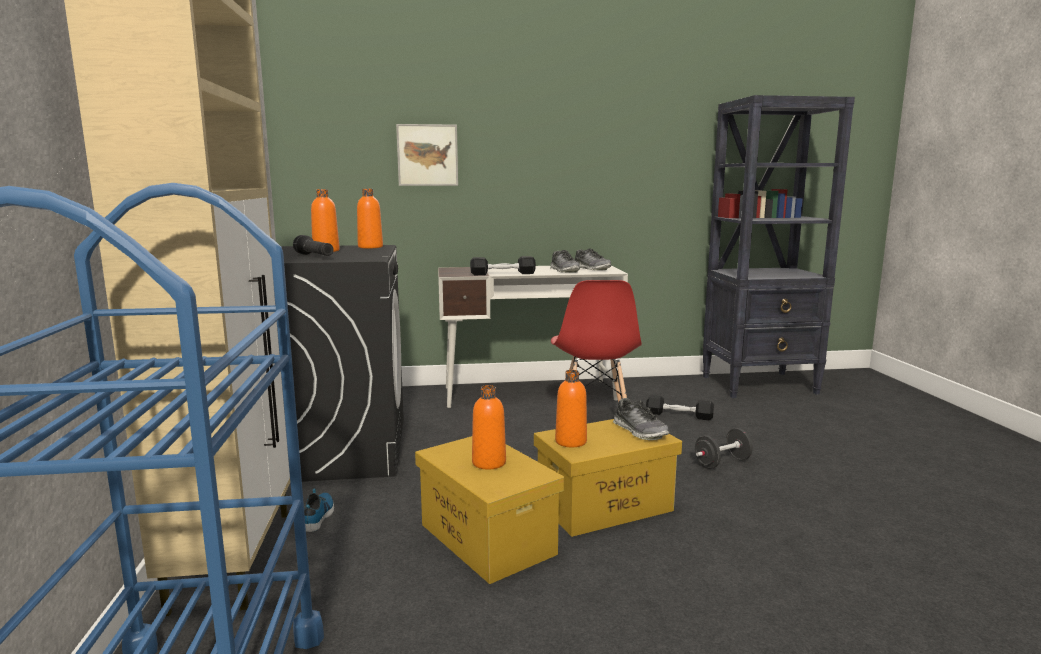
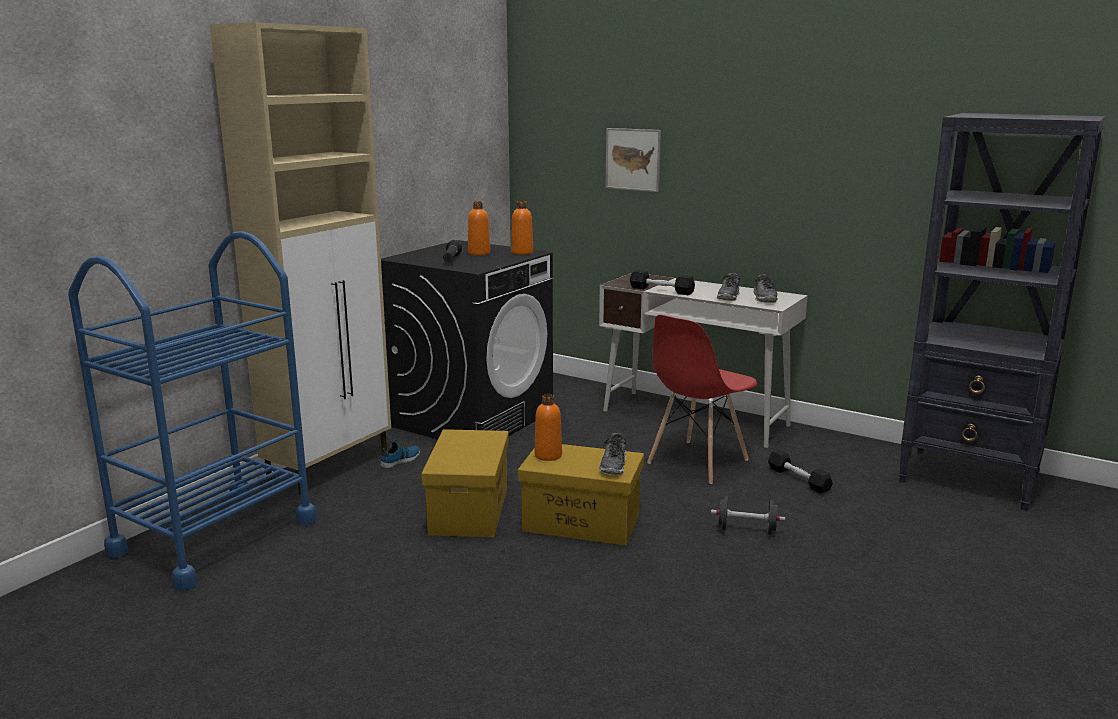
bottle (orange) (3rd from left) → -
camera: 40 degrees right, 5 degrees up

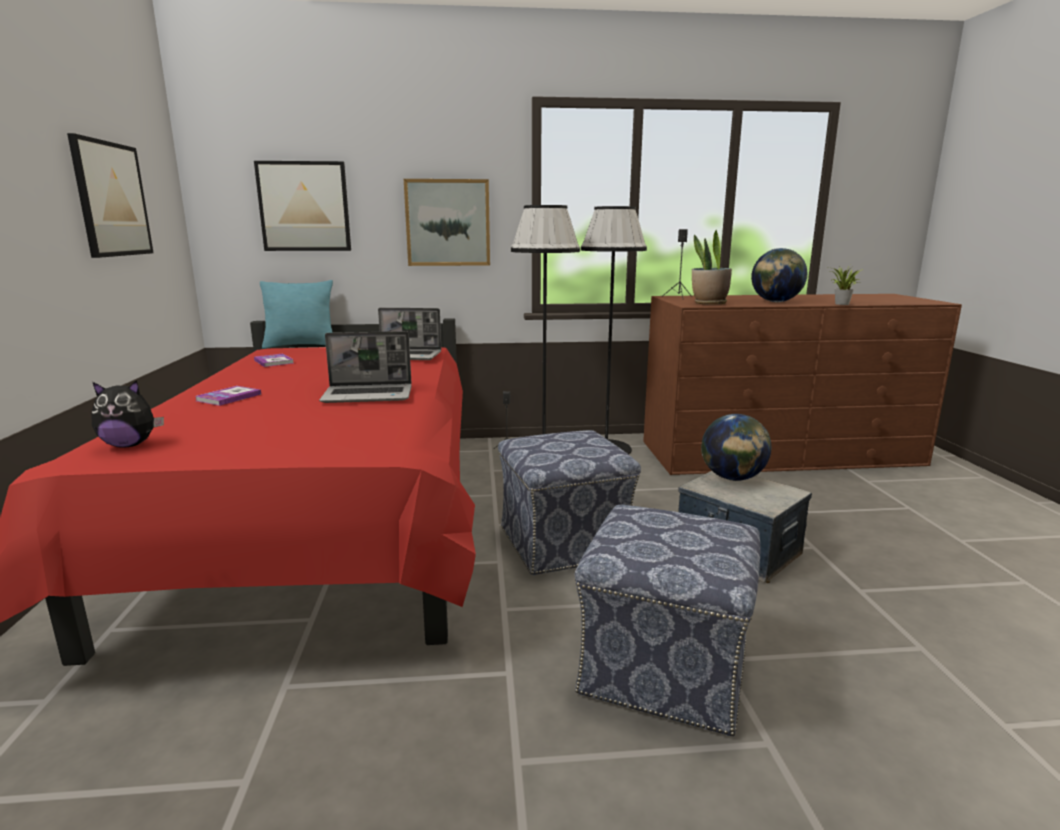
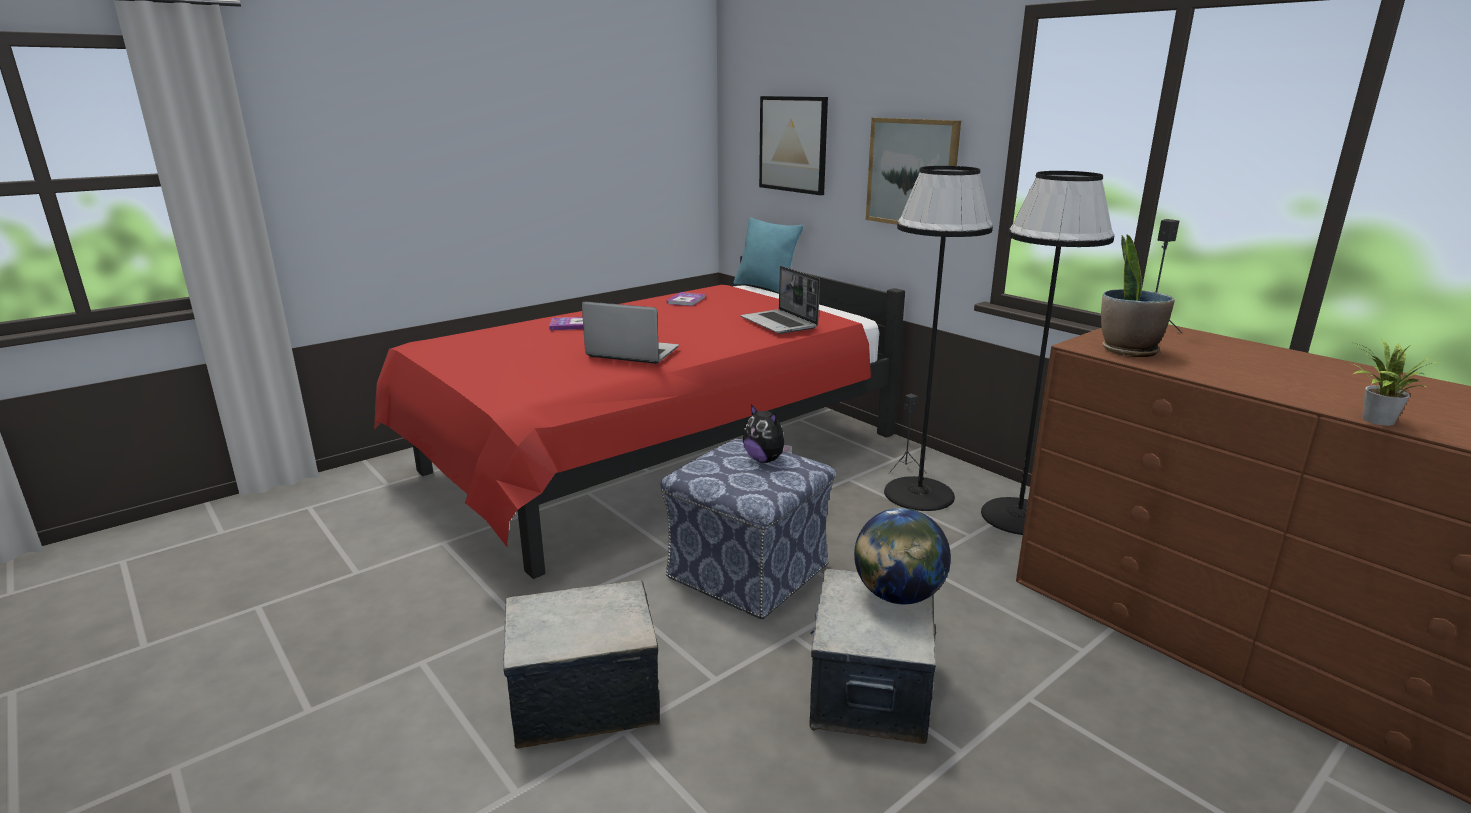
ottoman (2nd from left) → storage box (1st from left)
laptop (1st from left), 150 degrees clockwise
plush toy, moved
picture (1st from left) → -
globe (2nd from left) → -
camera: 55 degrees right, 5 degrees up

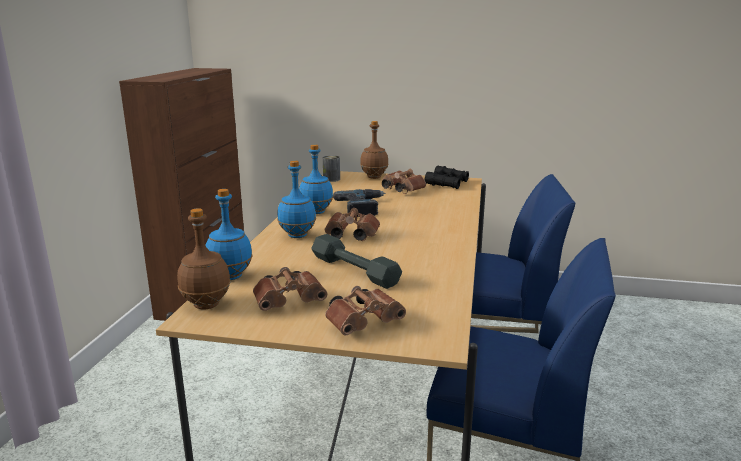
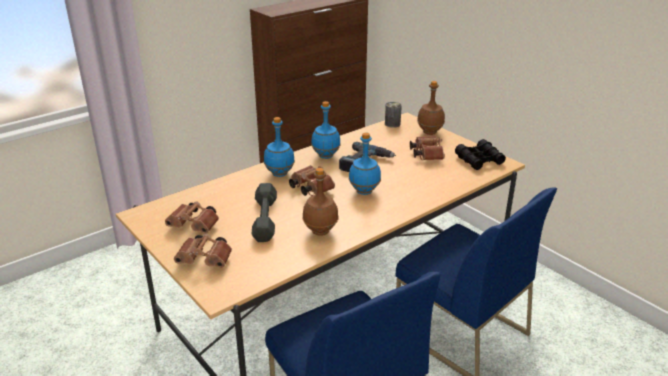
bottle (brown) (1st from left), moved
bottle (blue) (1st from left in the first image) → bottle (blue) (3rd from left), moved
camera: 40 degrees right, 10 degrees up

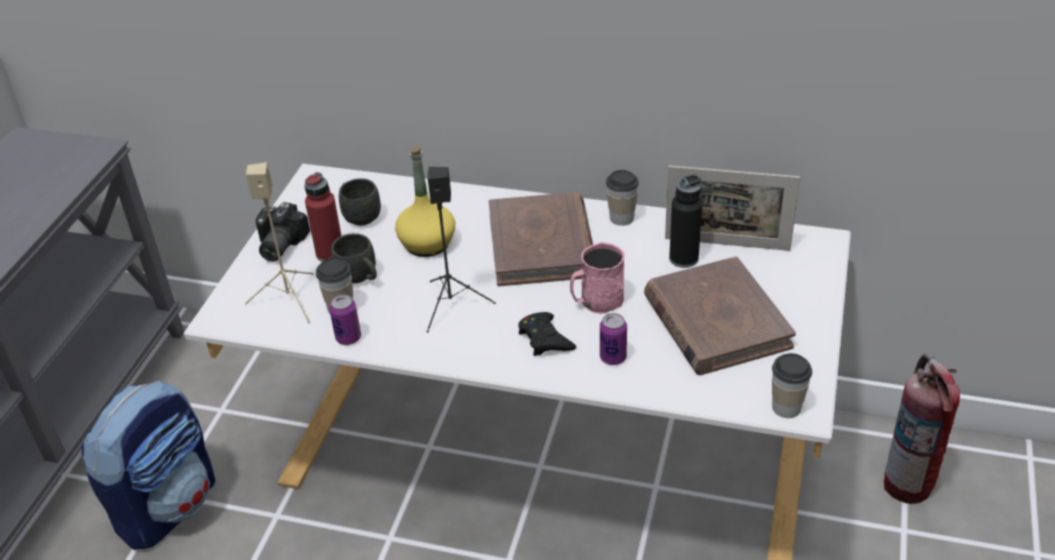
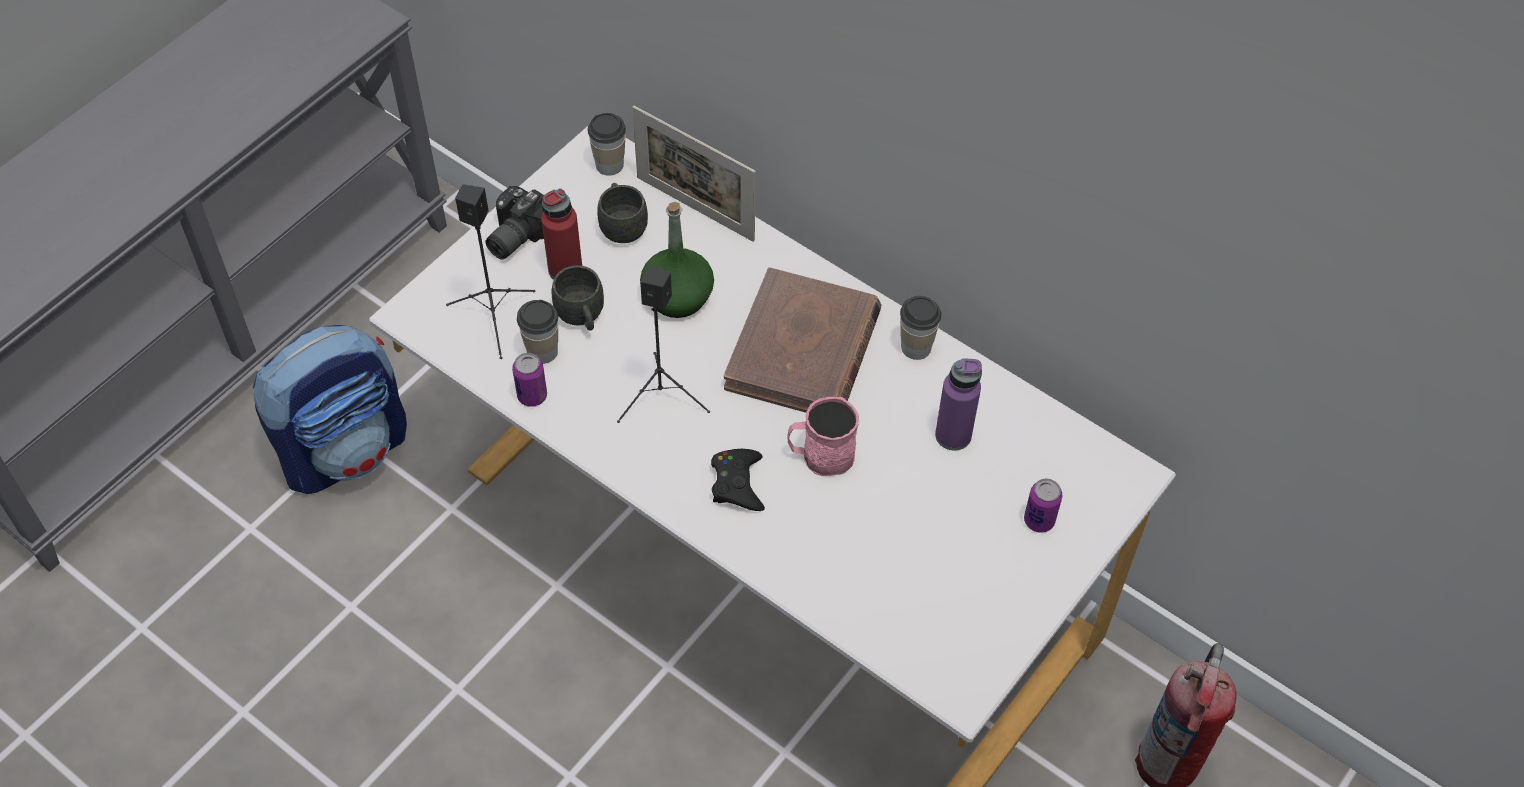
speaker (beige) → speaker (black) (1st from left)
cup (3rd from left in the first image) → cup (2nd from left), moved
picture frame, moved
bottle (yellow) → bottle (green)
bottle (black) → bottle (purple)
can (2nd from left), moved
book (brown) (2nd from left) → -
camera: 20 degrees right, 15 degrees up

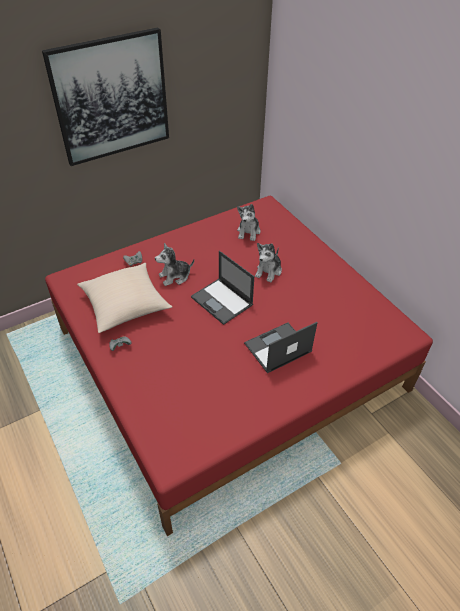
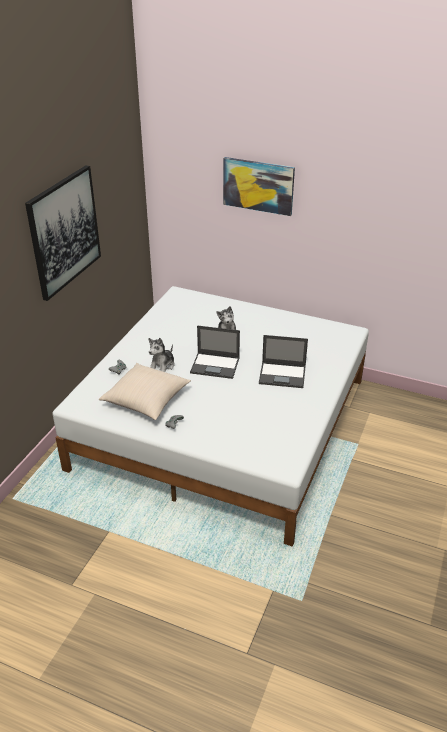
bed (red) → bed (white)
- → picture (2nd from left)
laptop (2nd from left), 105 degrees counterclockwise
plush toy (2nd from left) → -
camera: 35 degrees left, 10 degrees down

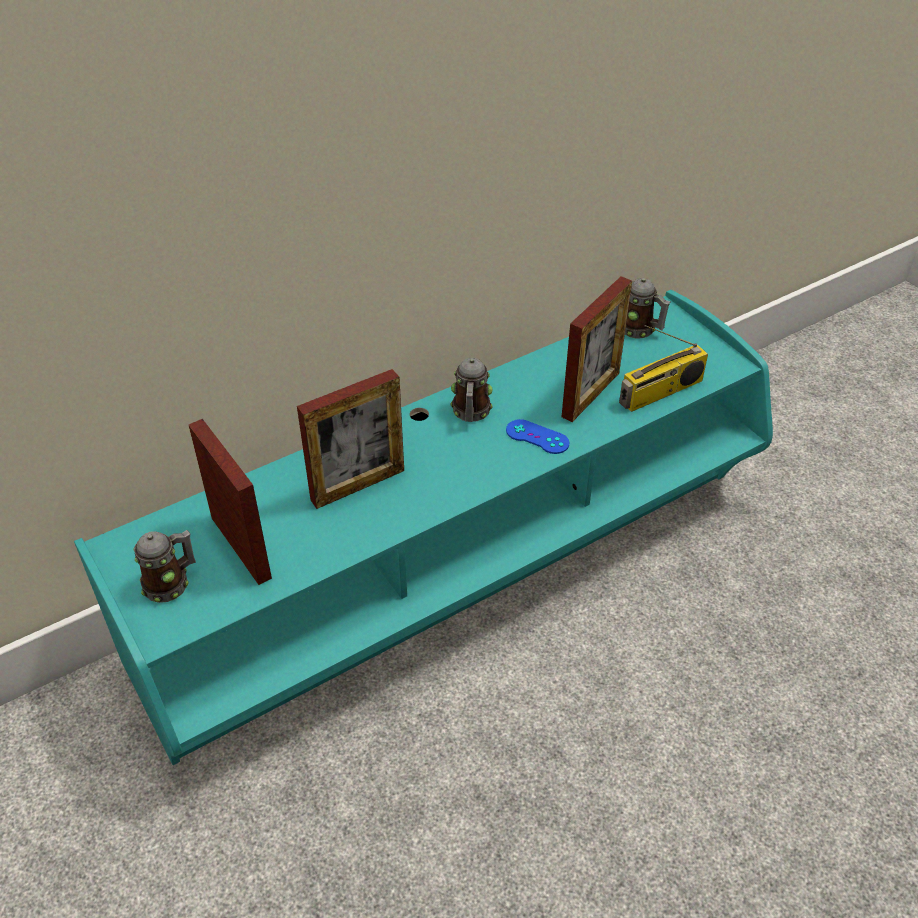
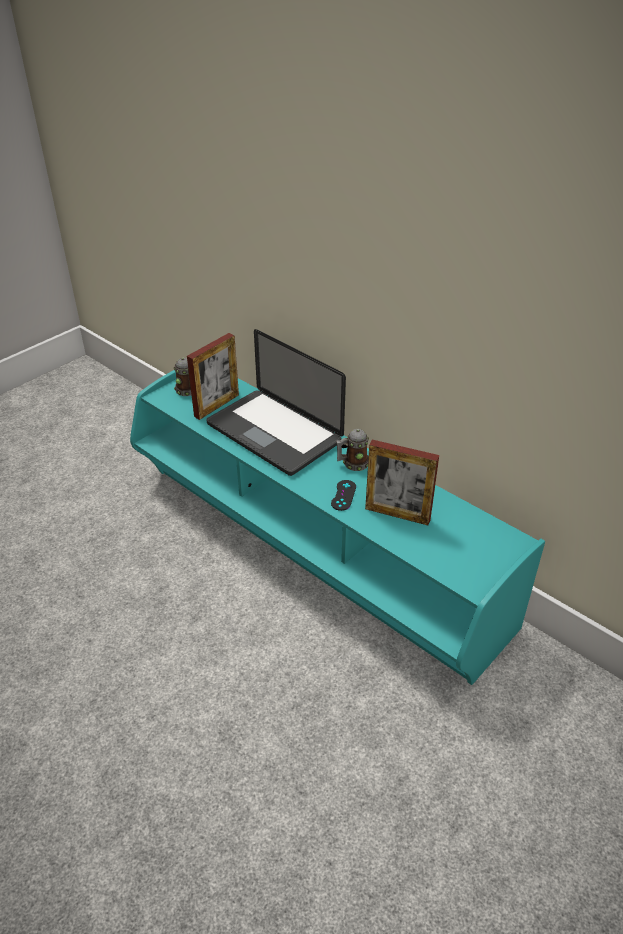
picture frame (2nd from left) → laptop
game controller (blue) → game controller (black)
radio → -
mug (3rd from left) → -
camera: 75 degrees right, 5 degrees down

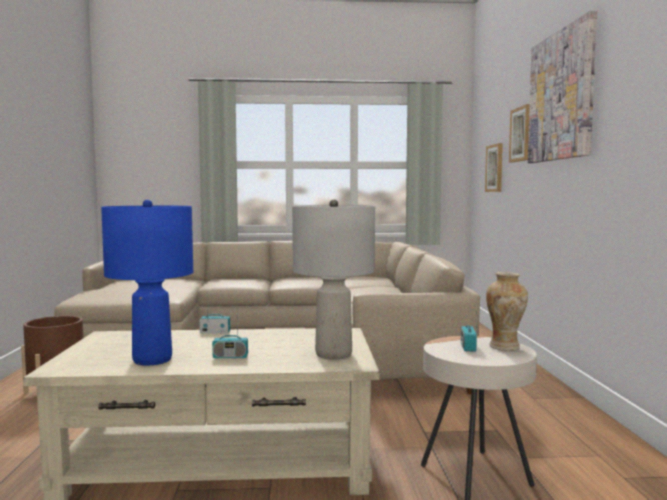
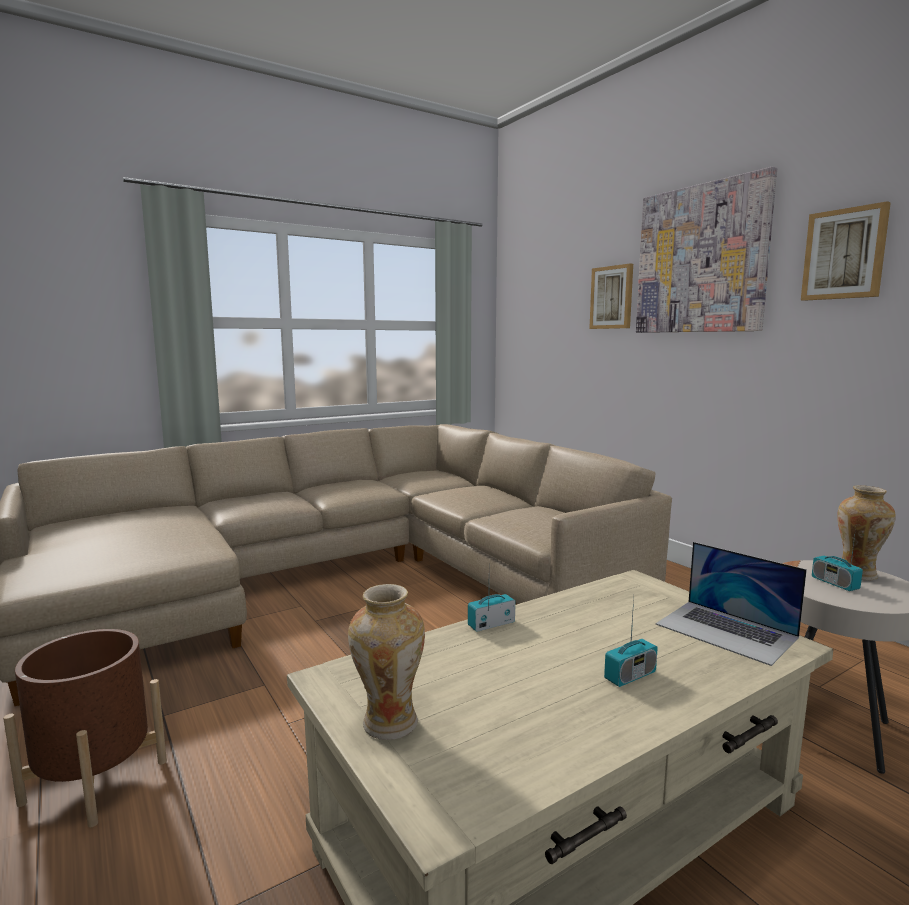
- → vase (1st from left)
table lamp (grey) → laptop
picture (1st from left in the first image) → picture (3rd from left), moved
table lamp (blue) → -
camera: 30 degrees left, 5 degrees up

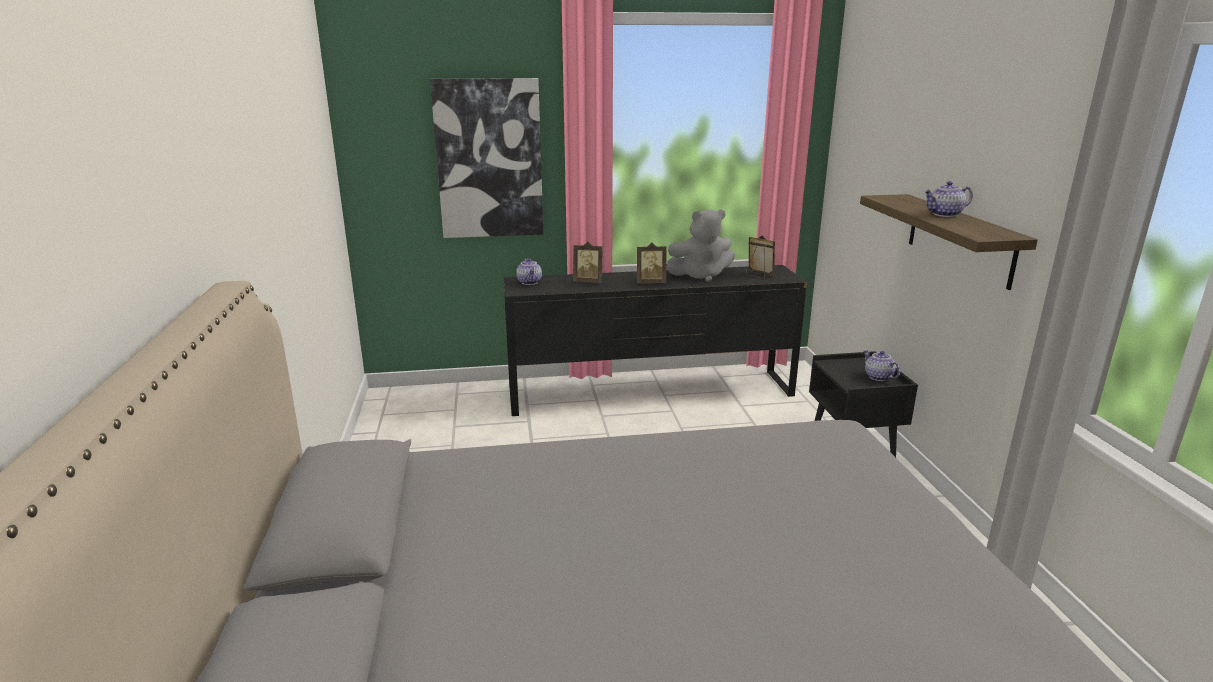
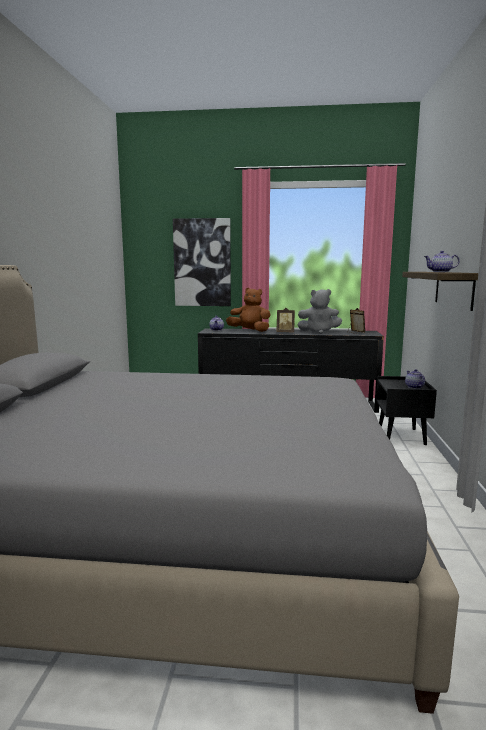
picture frame (1st from left) → plush toy (brown)
camera: 15 degrees right, 10 degrees down

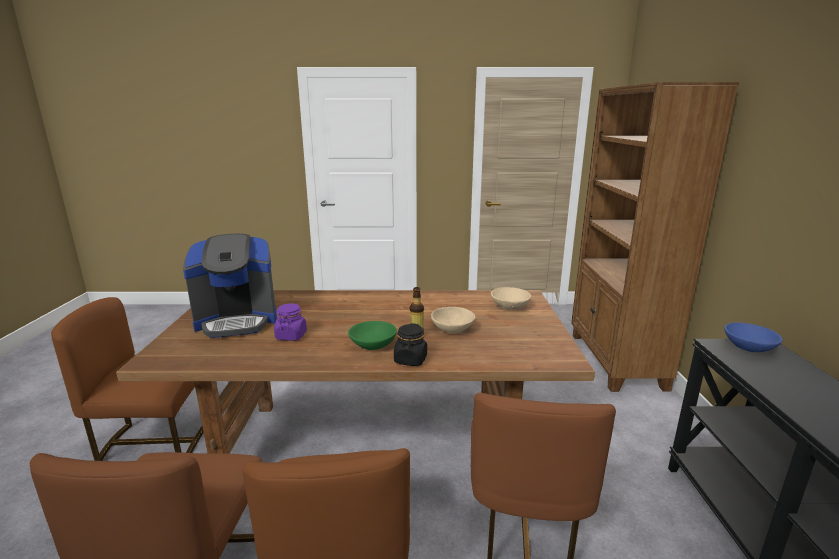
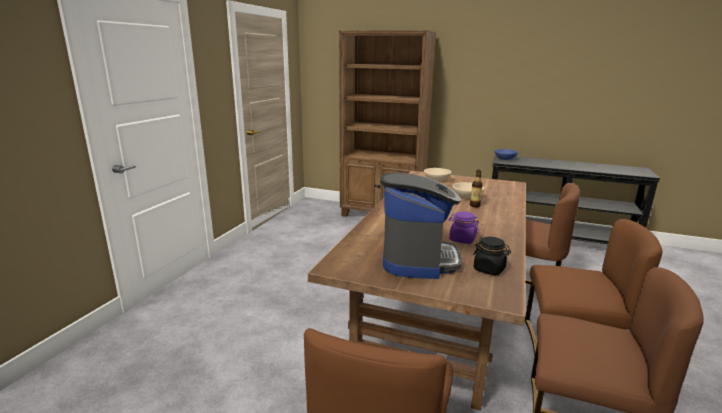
jar (black), moved
bowl (green) → -
camera: 70 degrees left, 0 degrees up

